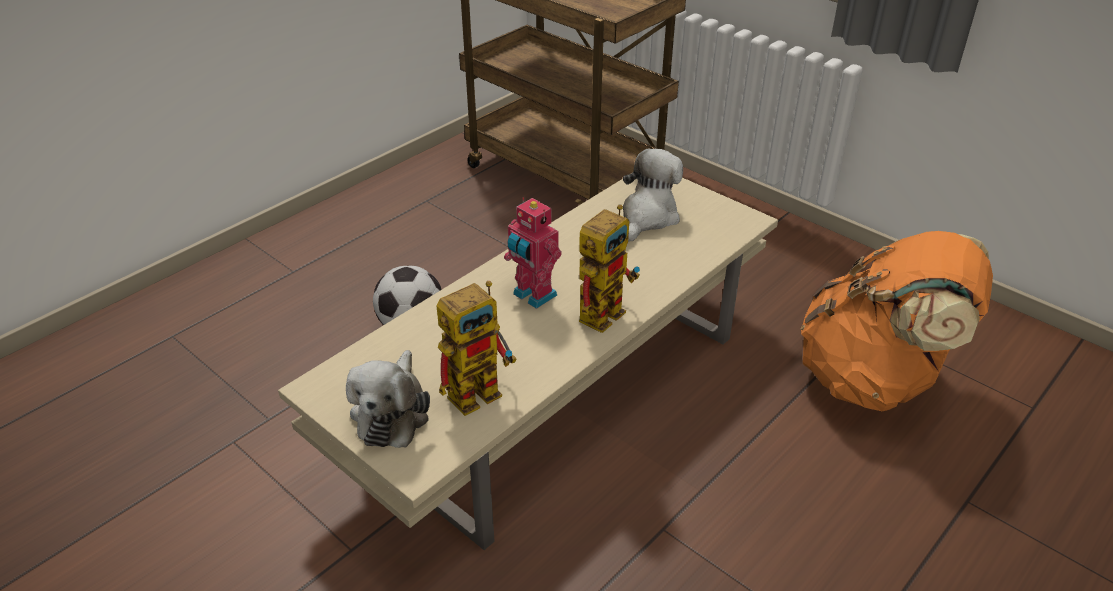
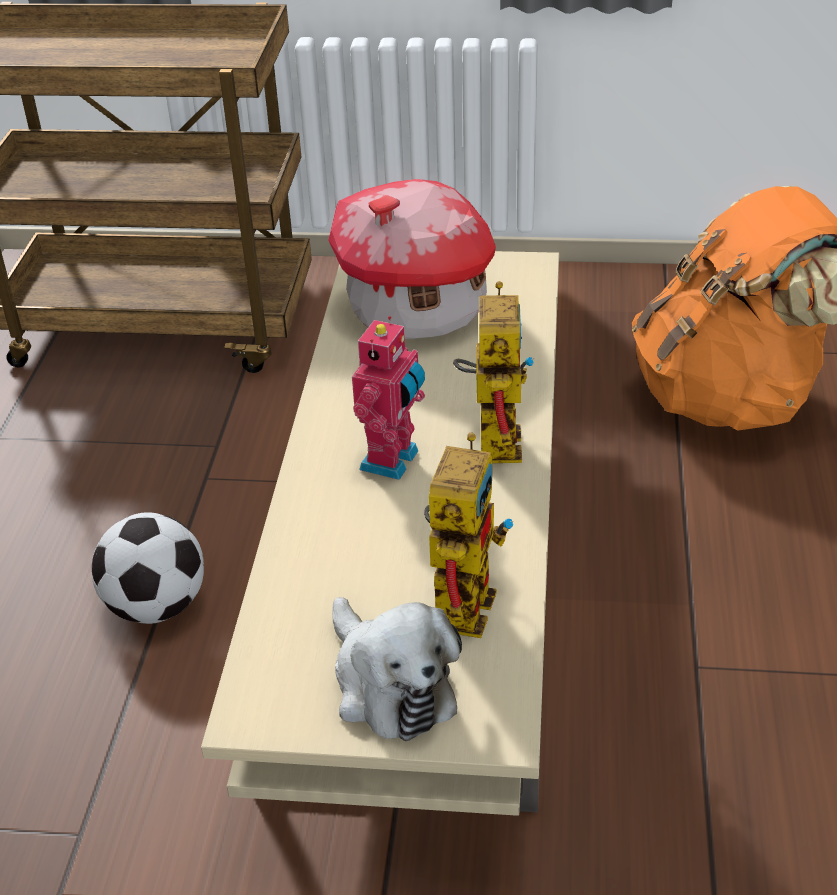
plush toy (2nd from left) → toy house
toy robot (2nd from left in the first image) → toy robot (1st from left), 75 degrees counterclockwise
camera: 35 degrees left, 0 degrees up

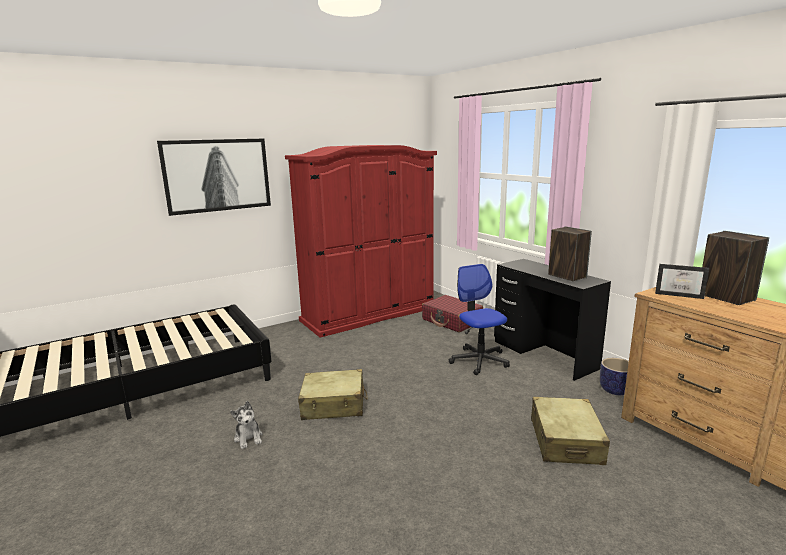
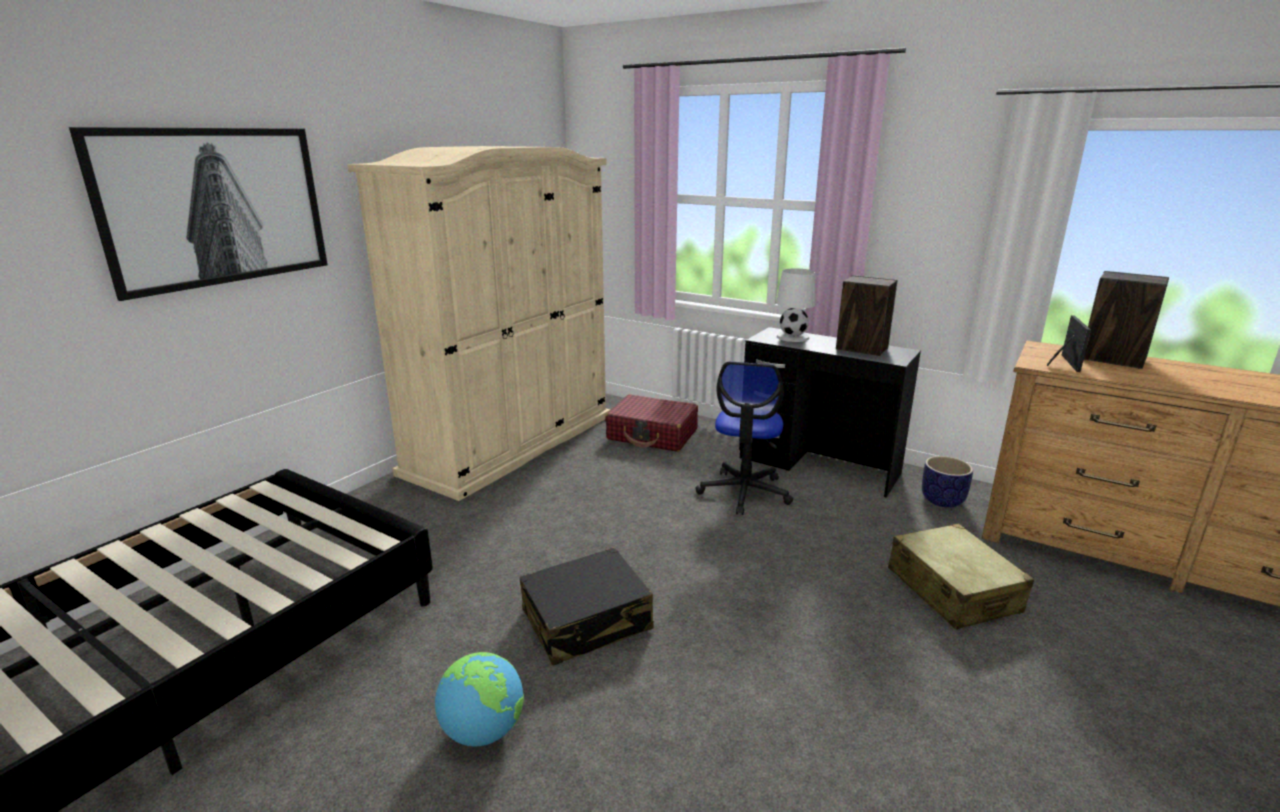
wardrobe (red) → wardrobe (beige)
plush toy → globe
suitcase (beige) (1st from left) → suitcase (black)
office chair, 120 degrees counterclockwise
- → table lamp (white)
picture frame, 75 degrees counterclockwise
camera: 25 degrees left, 5 degrees up

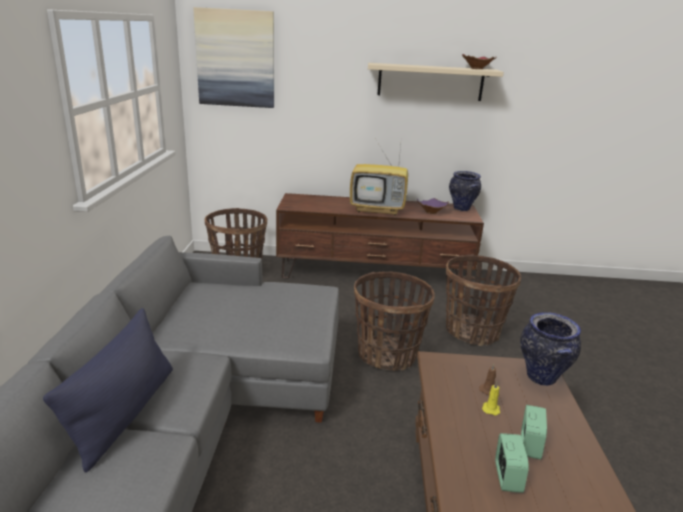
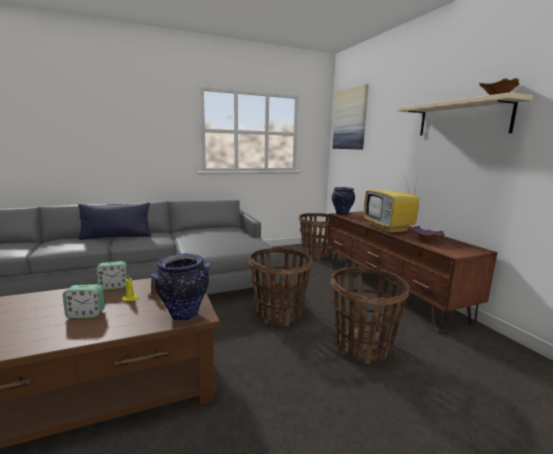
alarm clock (1st from left in the first image) → alarm clock (2nd from left), moved
vase (1st from left in the first image) → vase (2nd from left), moved
camera: 65 degrees right, 10 degrees down

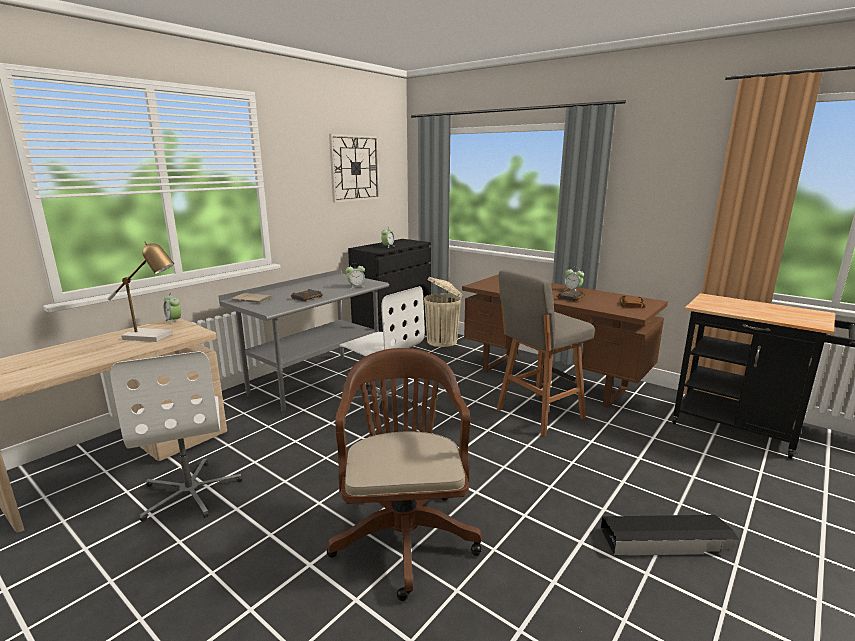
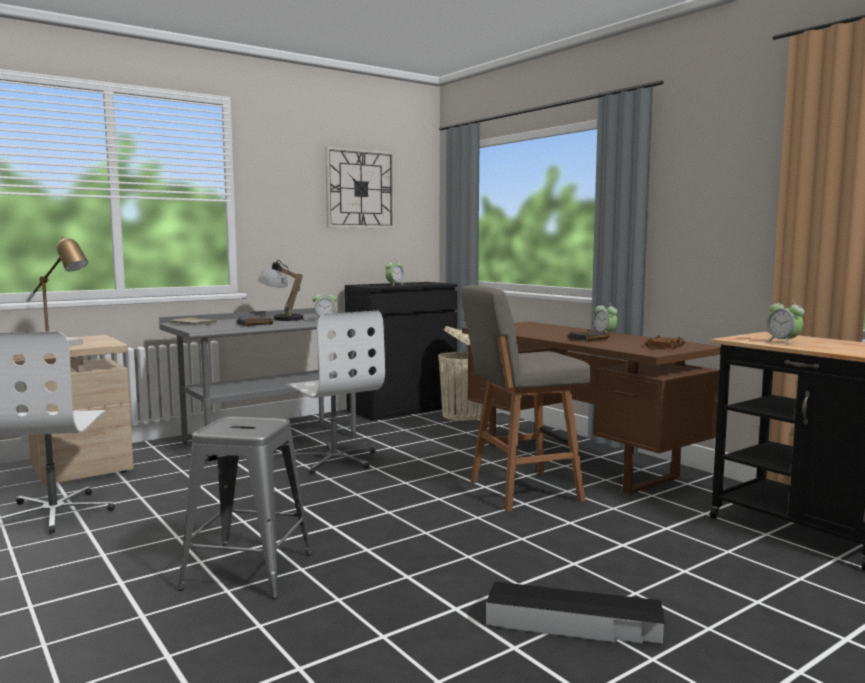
office chair (brown) → stool (grey) (1st from left)
- → table lamp (2nd from left)
alarm clock (1st from left in the first image) → alarm clock (4th from left), moved
camera: 15 degrees right, 10 degrees down

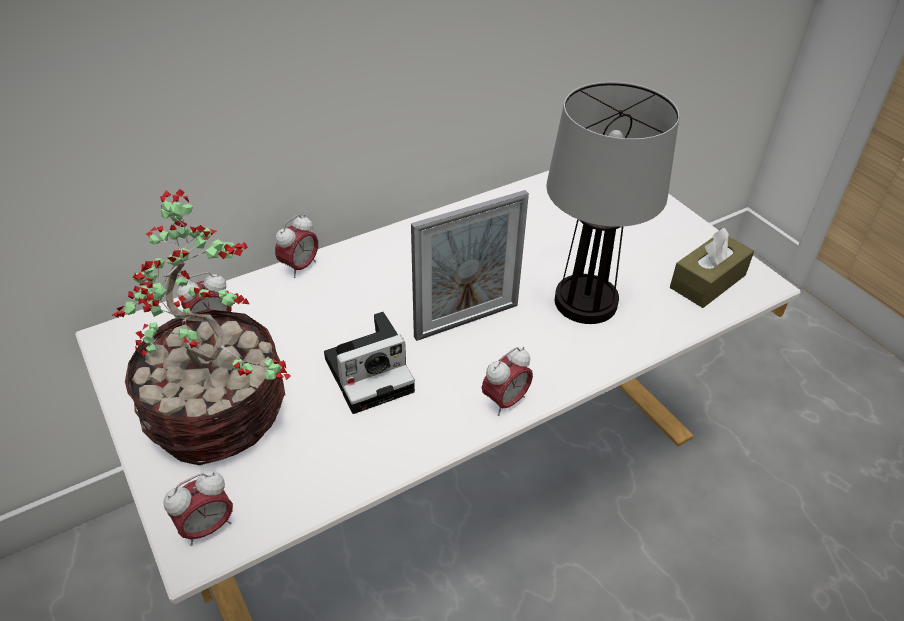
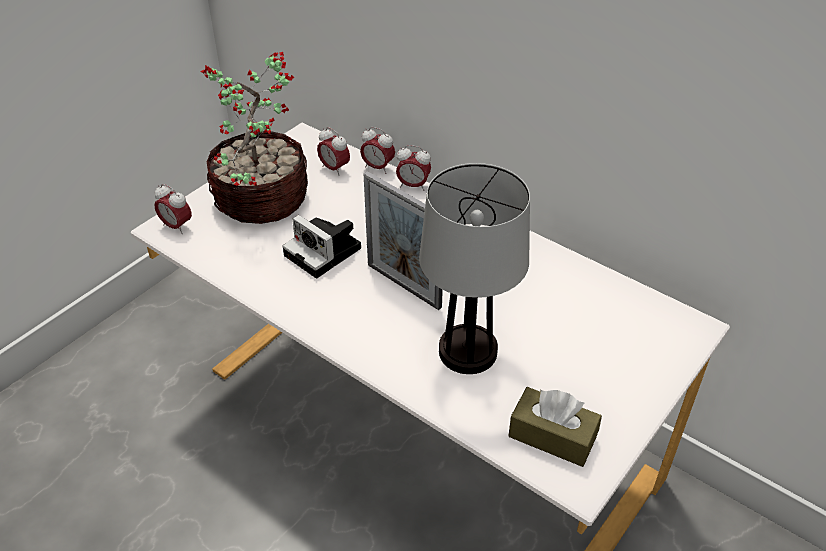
alarm clock (4th from left in the first image) → alarm clock (3rd from left), moved
camera: 70 degrees right, 0 degrees up

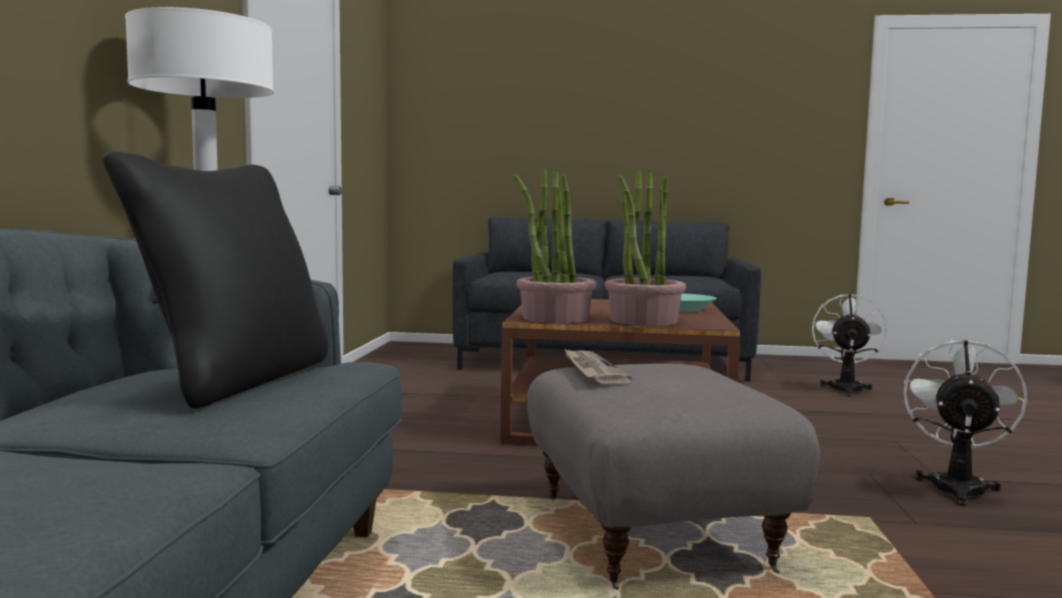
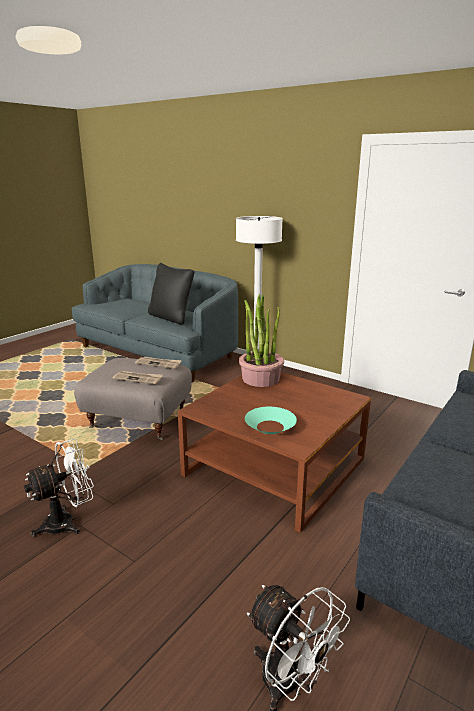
fan (white) (2nd from left in the first image) → fan (white) (1st from left), 90 degrees counterclockwise
- → newspaper (1st from left)
potted plant (2nd from left) → -
camera: 120 degrees right, 15 degrees up

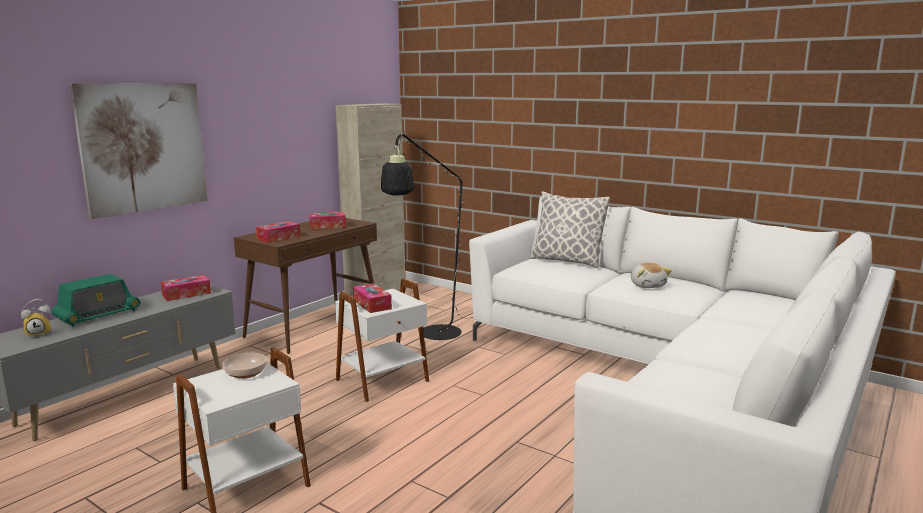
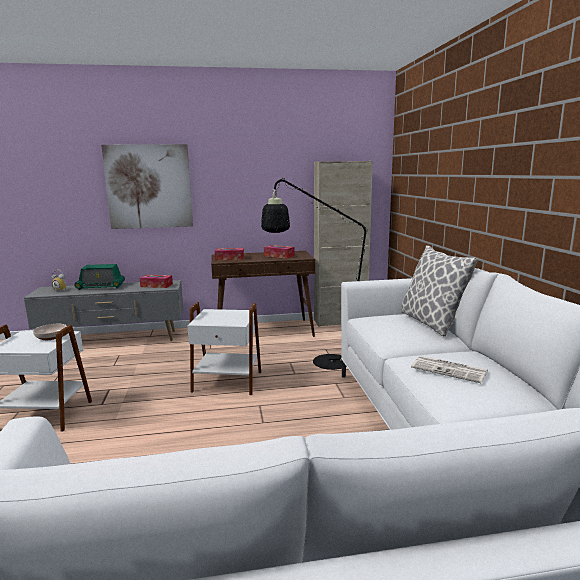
plush toy → newspaper
tissue box (4th from left) → -
camera: 45 degrees right, 0 degrees up

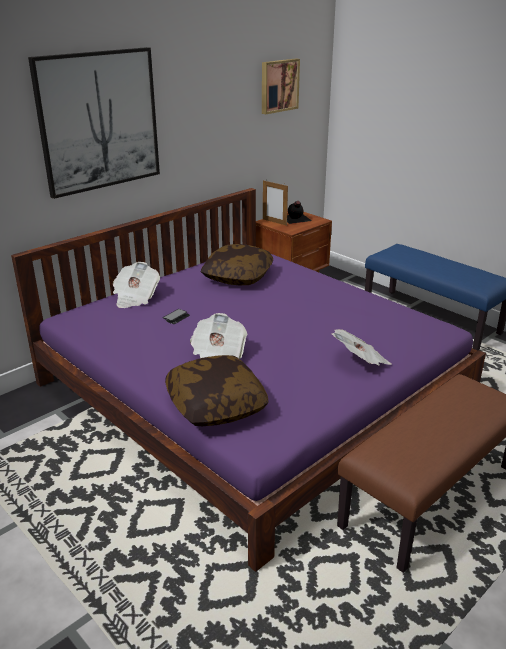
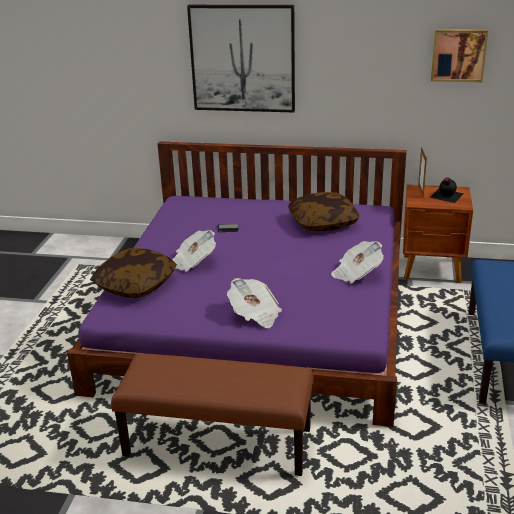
newspaper (1st from left in the first image) → newspaper (3rd from left), moved
camera: 55 degrees right, 0 degrees up

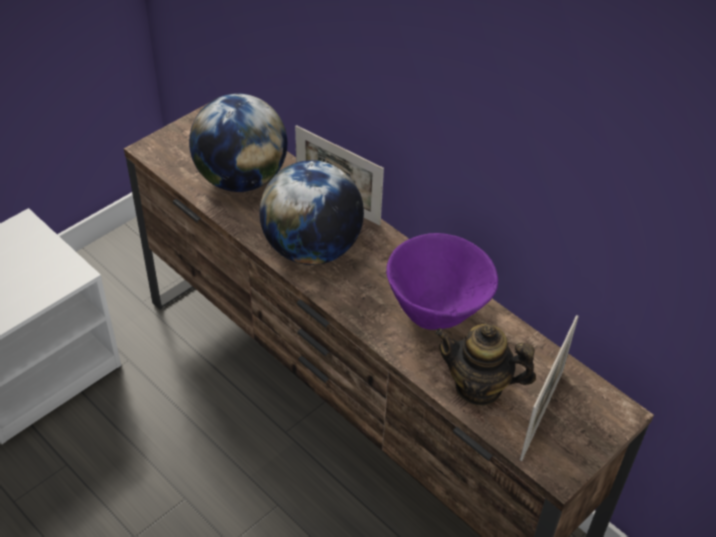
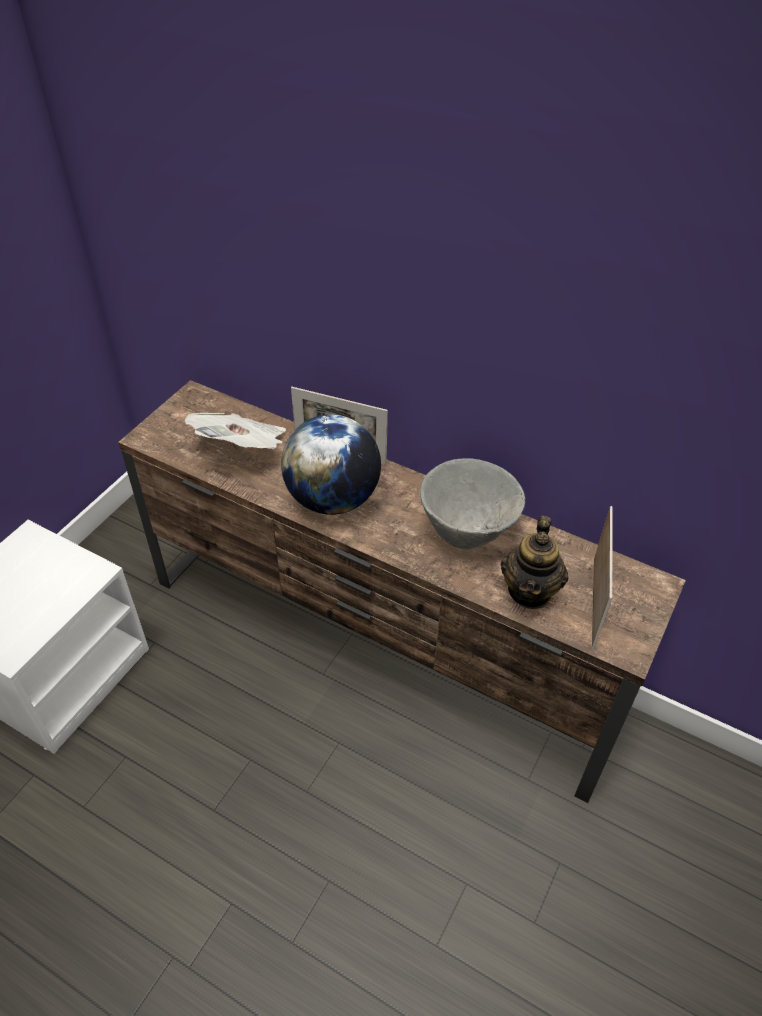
globe (1st from left) → newspaper
bowl (purple) → bowl (grey)
teapot, 75 degrees counterclockwise
camera: 15 degrees left, 0 degrees up

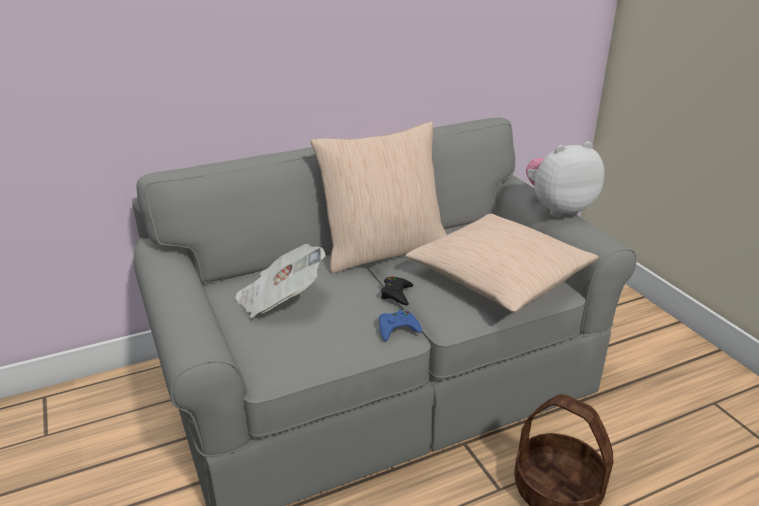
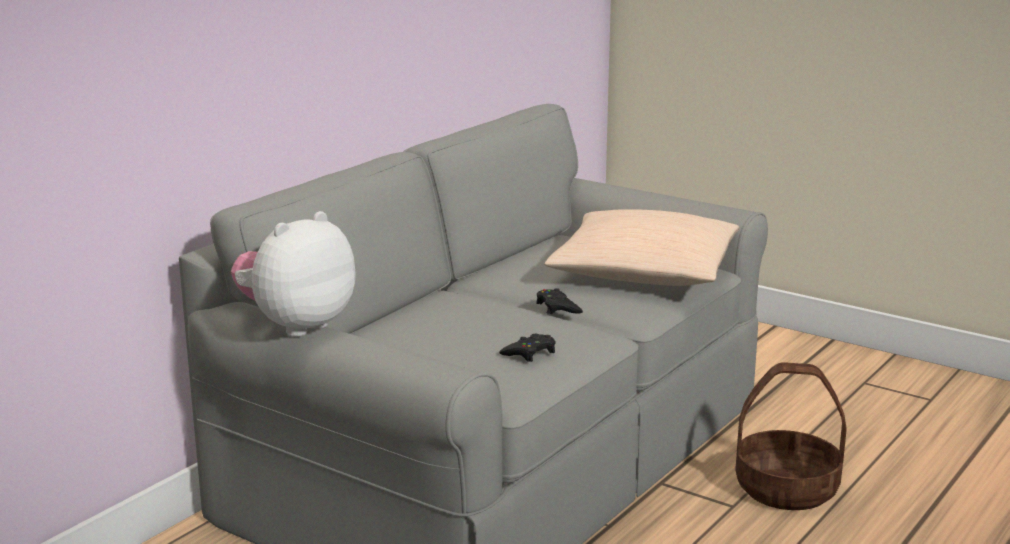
plush toy, moved
- → game controller (black) (1st from left)
newspaper → -
pillow (beige) (1st from left) → -
game controller (blue) → -
camera: 30 degrees left, 10 degrees down

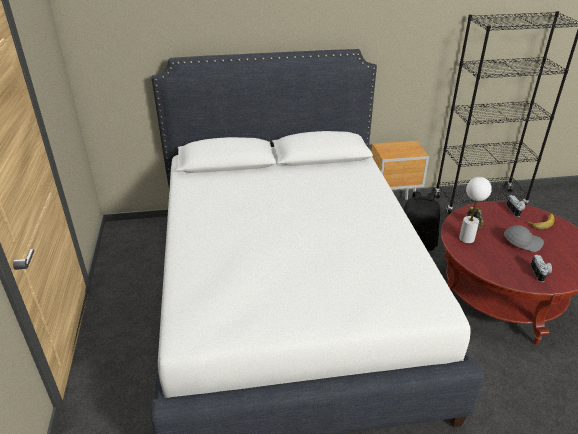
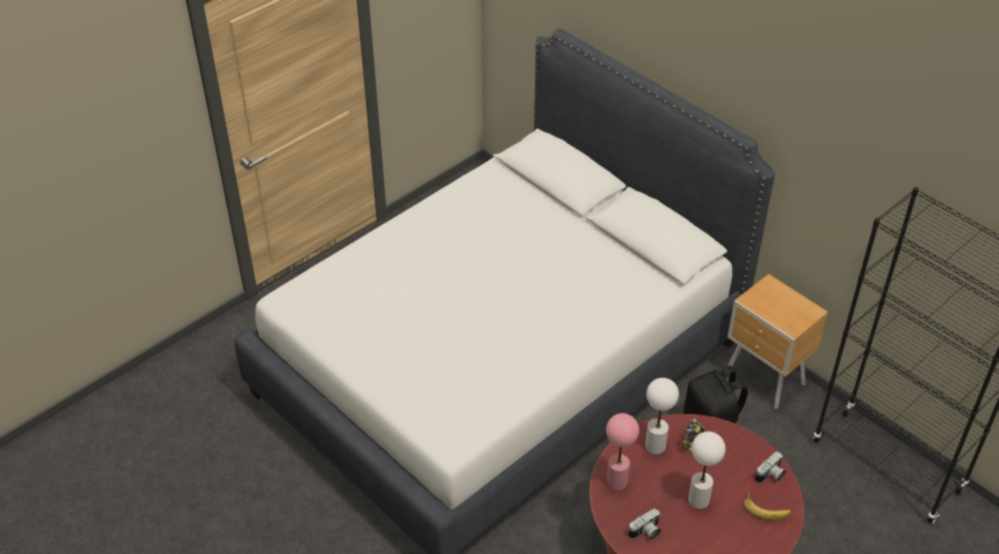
- → table lamp (pink)
cap (grey) → table lamp (white) (2nd from left)
camera: 55 degrees right, 10 degrees up

